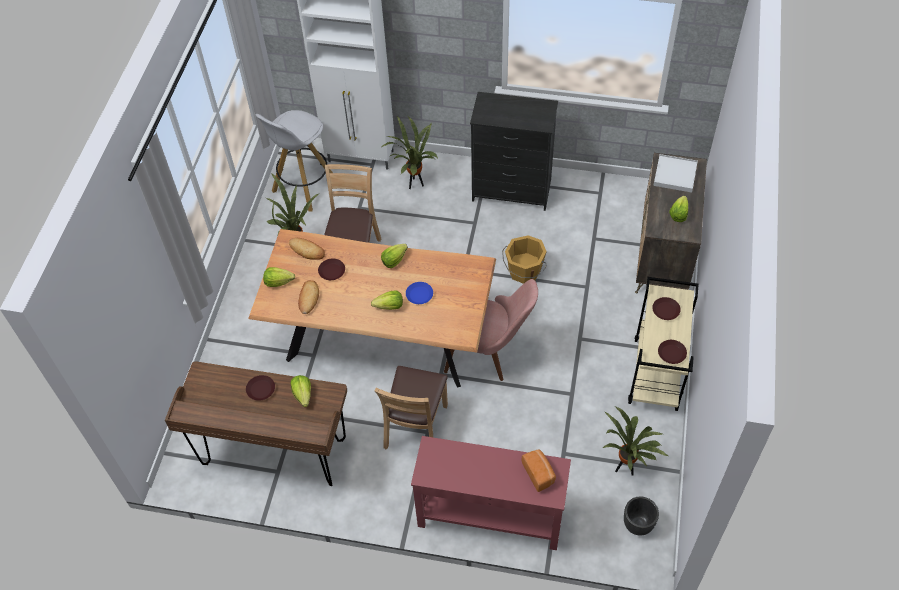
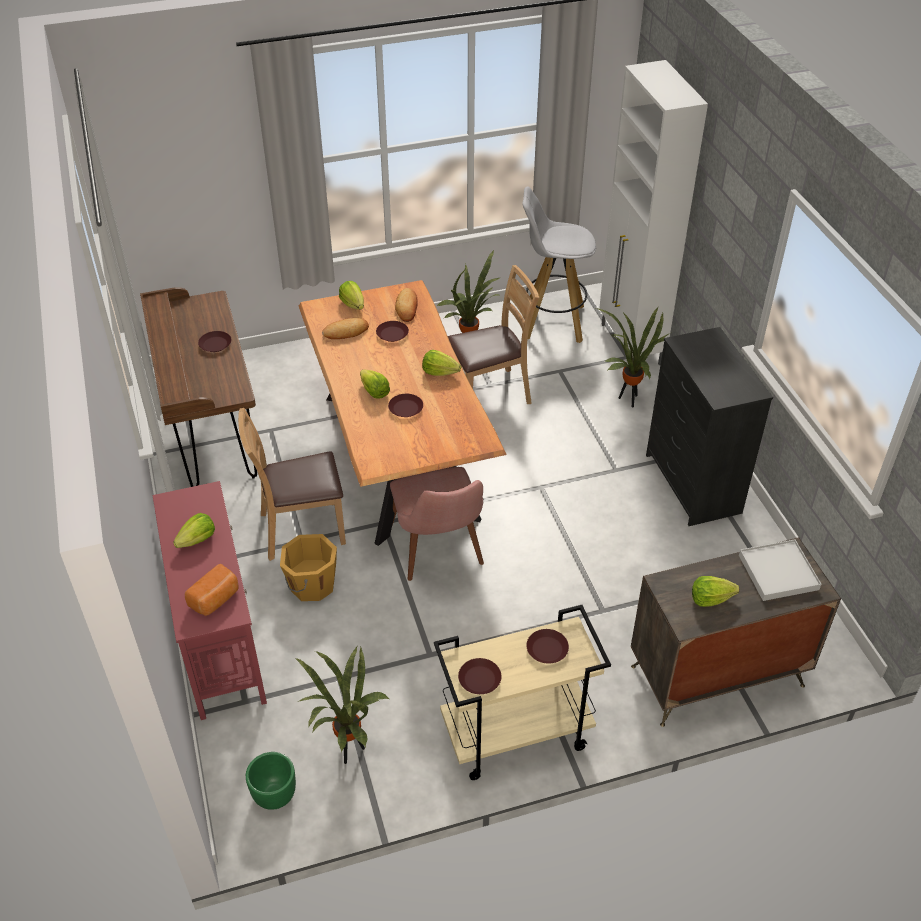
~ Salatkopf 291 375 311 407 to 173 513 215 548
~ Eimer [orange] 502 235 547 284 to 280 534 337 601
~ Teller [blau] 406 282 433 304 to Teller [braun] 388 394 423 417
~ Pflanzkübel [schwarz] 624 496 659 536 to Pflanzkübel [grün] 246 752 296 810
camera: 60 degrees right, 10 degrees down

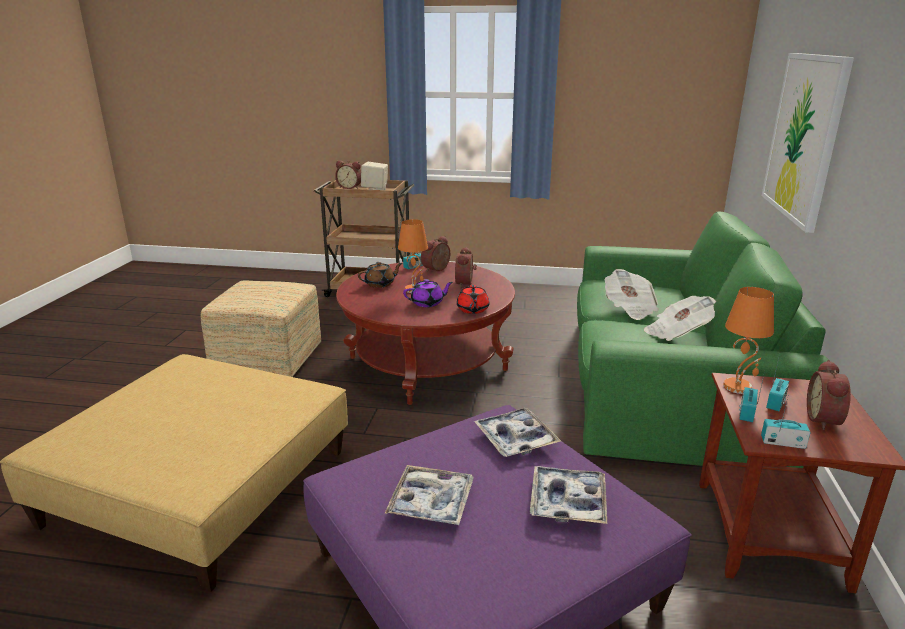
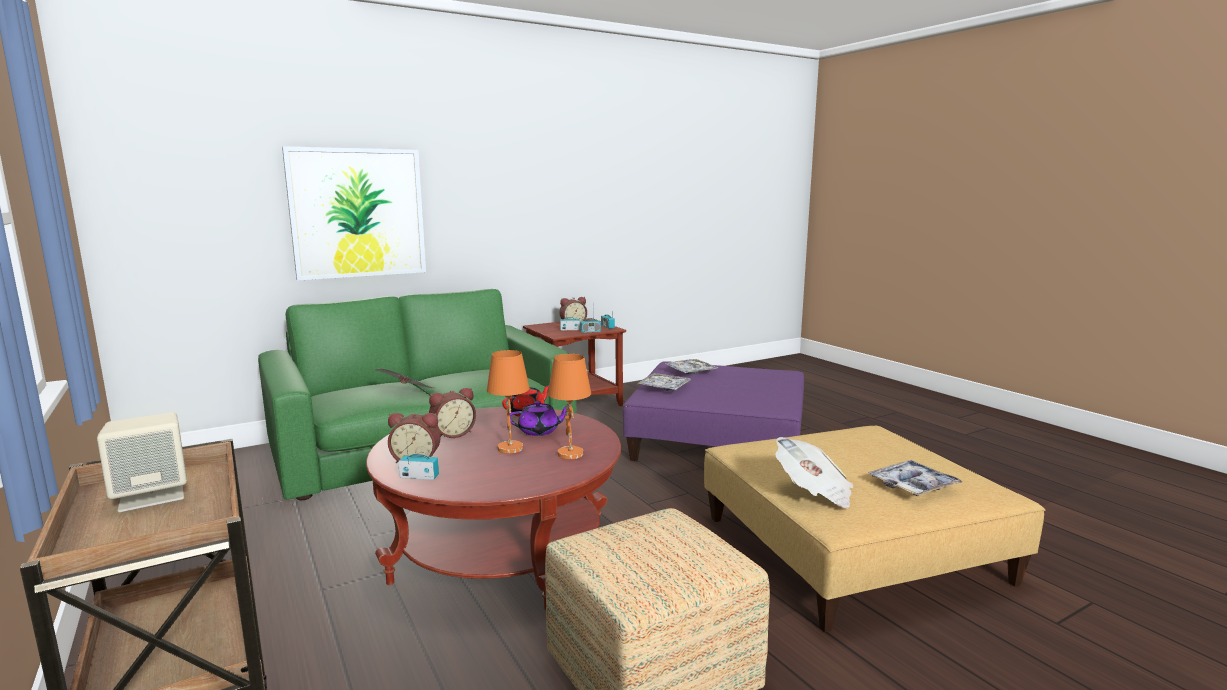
- Wecker 335 161 361 189
- Teekanne [braun] 358 262 403 288
~ Tablett 384 465 473 525 to 868 460 963 496
~ Zeitung 644 296 716 341 to 775 437 853 508
~ Tischlampe [orange] 723 287 774 394 to 548 354 591 459
~ Teekanne [lila] 403 279 453 307 = 510 401 570 436 135 degrees clockwise
camera: 130 degrees left, 10 degrees down

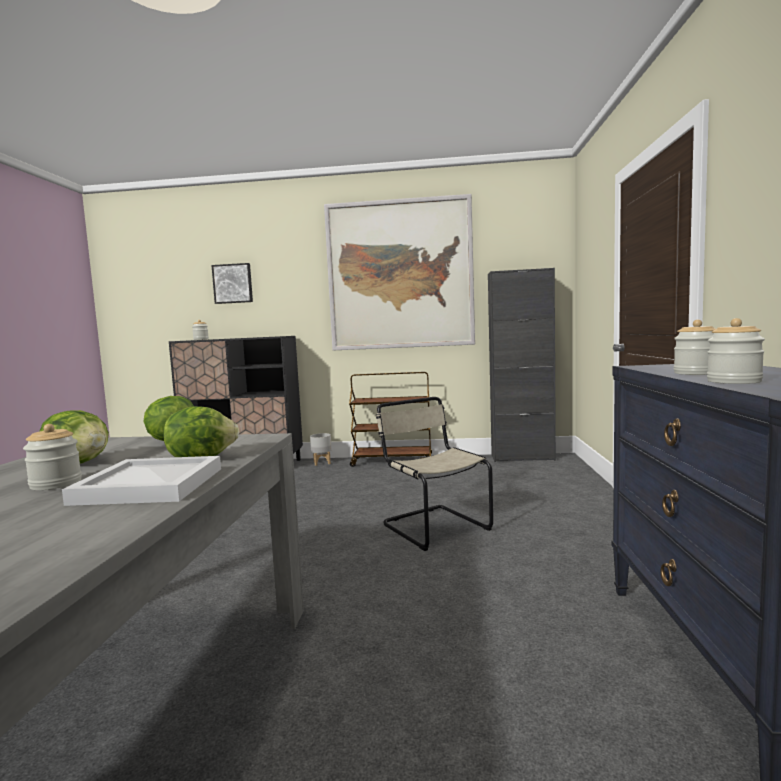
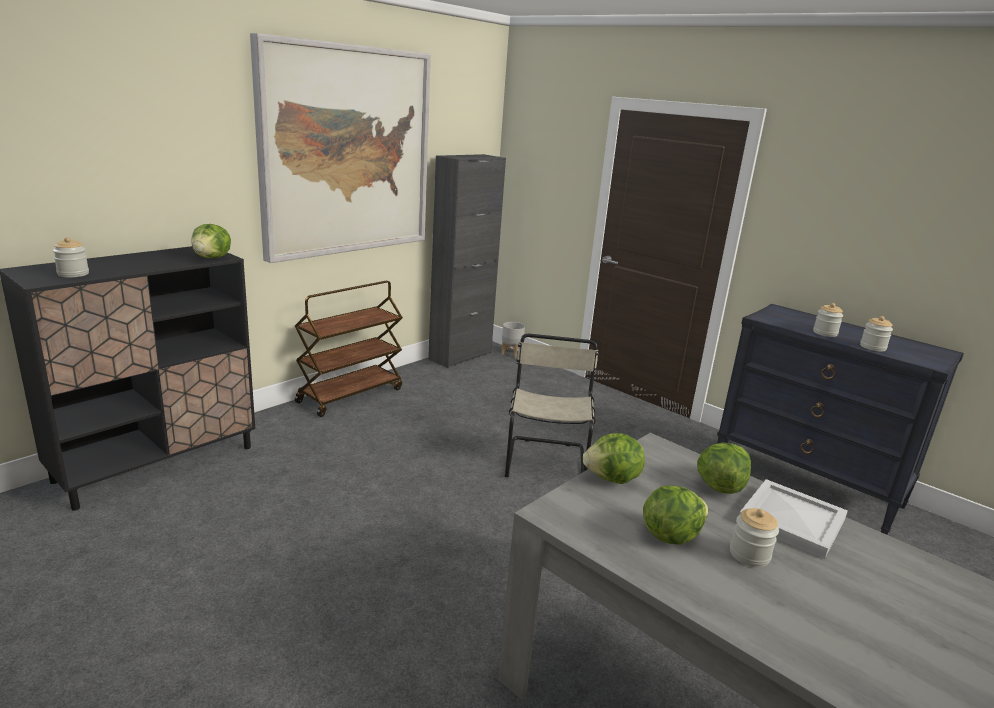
- Bild 211 263 253 304
+ Salatkopf 192 224 231 258
~ Pflanzkübel [grau] 310 433 332 466 to 501 322 525 358
~ Stuhl [beige] 376 397 493 551 = 505 334 599 477 90 degrees clockwise
camera: 55 degrees left, 15 degrees up

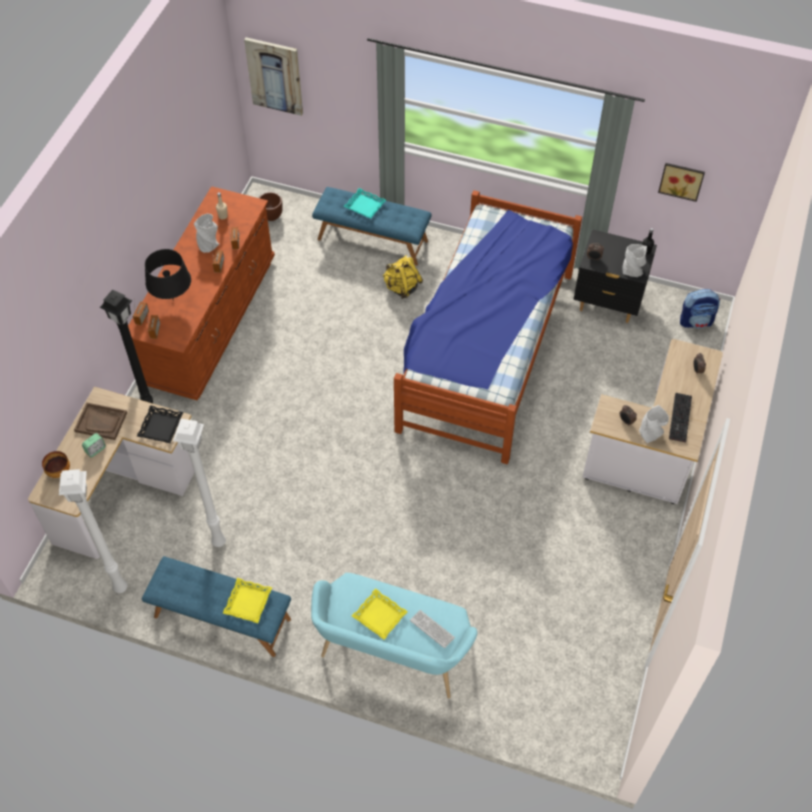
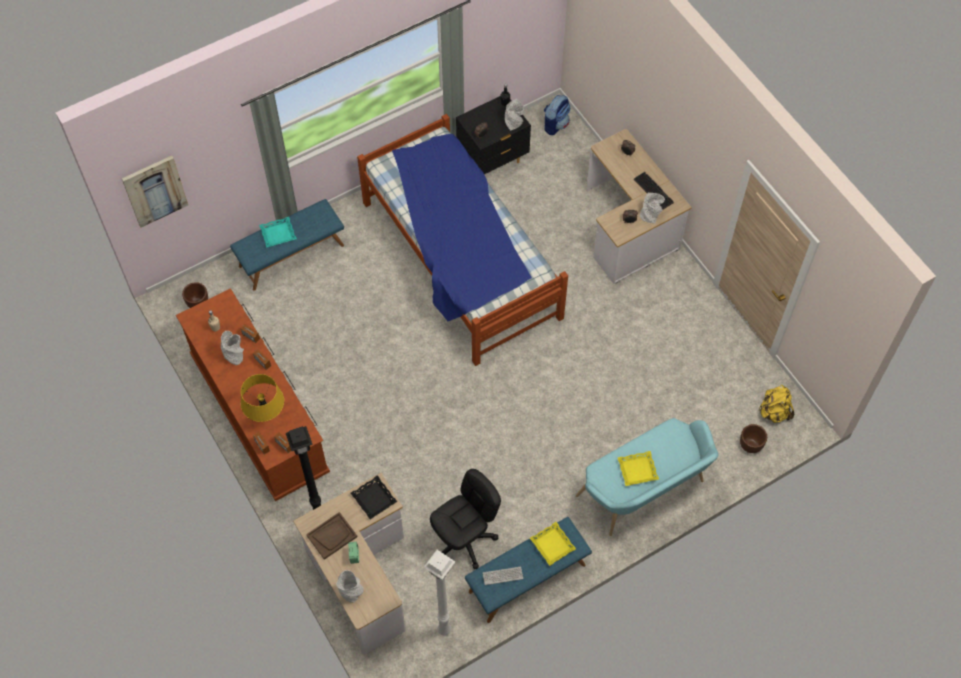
- Bild 658 163 705 202
+ Pflanzkübel [braun] 740 424 767 453
~ Rucksack [gelb] 382 255 423 299 to 759 385 794 423
~ Tastatur 410 610 455 648 to 483 567 523 585
~ Schüssel 42 451 70 478 to Vase [grau] 336 570 364 603
~ Stehlampe [weiß] 173 419 226 547 to Bürostuhl [schwarz] 430 469 501 569
~ Tischlampe [schwarz] 145 249 191 301 to Tischlampe [gelb] 241 374 284 422
camera: 50 degrees left, 5 degrees up

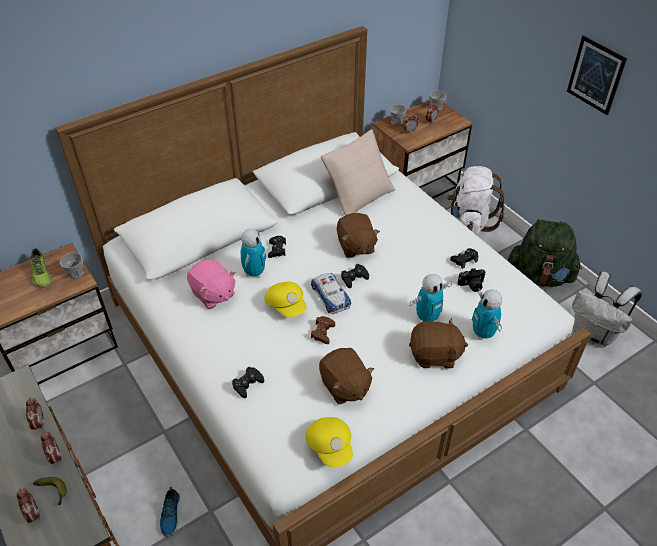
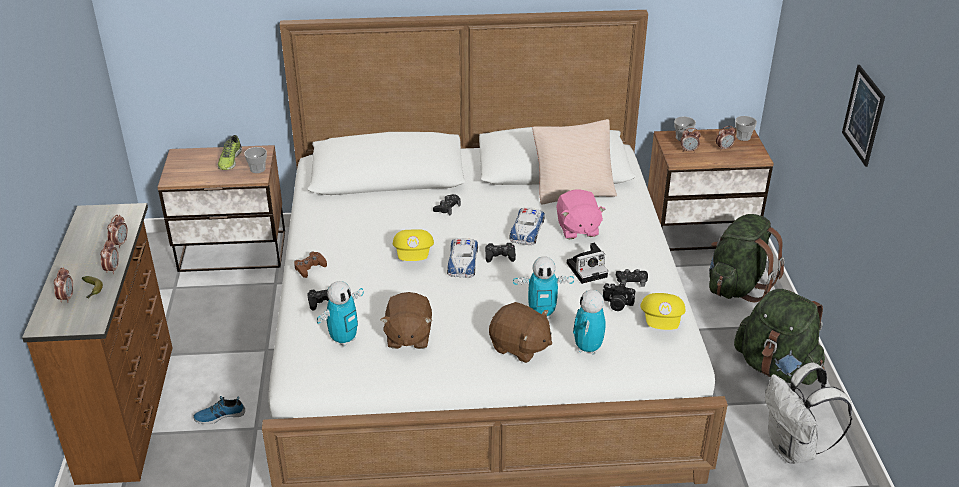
+ Kamera 567 243 608 284
~ Plüschtier [rosa] 187 259 236 309 to 556 189 606 239
~ Spielzeugroboter 241 229 266 278 to 317 281 364 347
~ Kappe [gelb] 306 417 353 467 to 640 293 686 330
~ Gamepad [braun] 311 316 335 344 to 294 251 327 278
~ Plüschtier [braun] 337 213 380 258 to Spielzeugauto 509 208 545 245
~ Rucksack [weiß] 447 166 505 235 to Rucksack [grün] 709 214 785 303
~ Schuh 160 487 180 537 = 194 396 245 424 45 degrees clockwise
camera: 30 degrees right, 10 degrees down

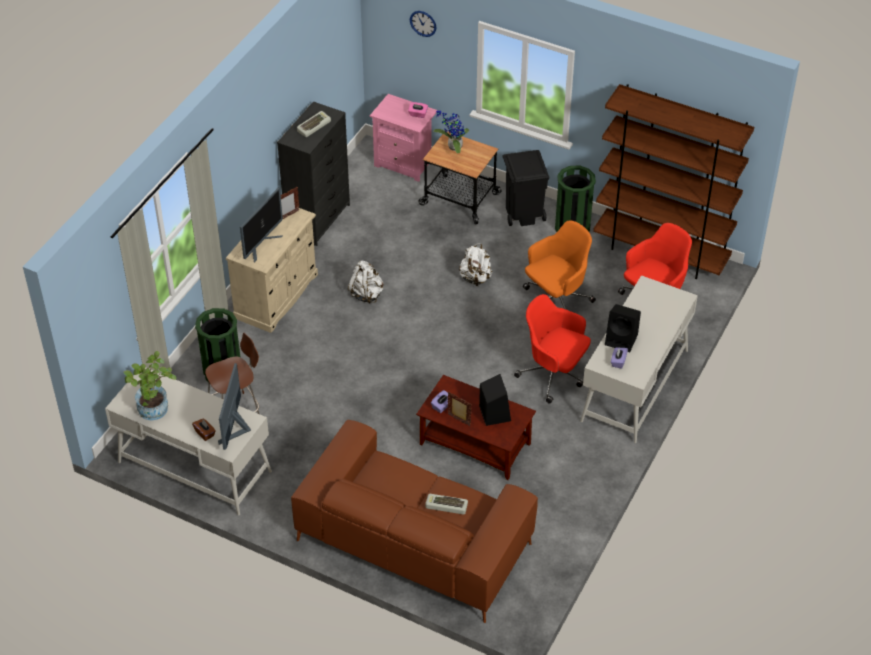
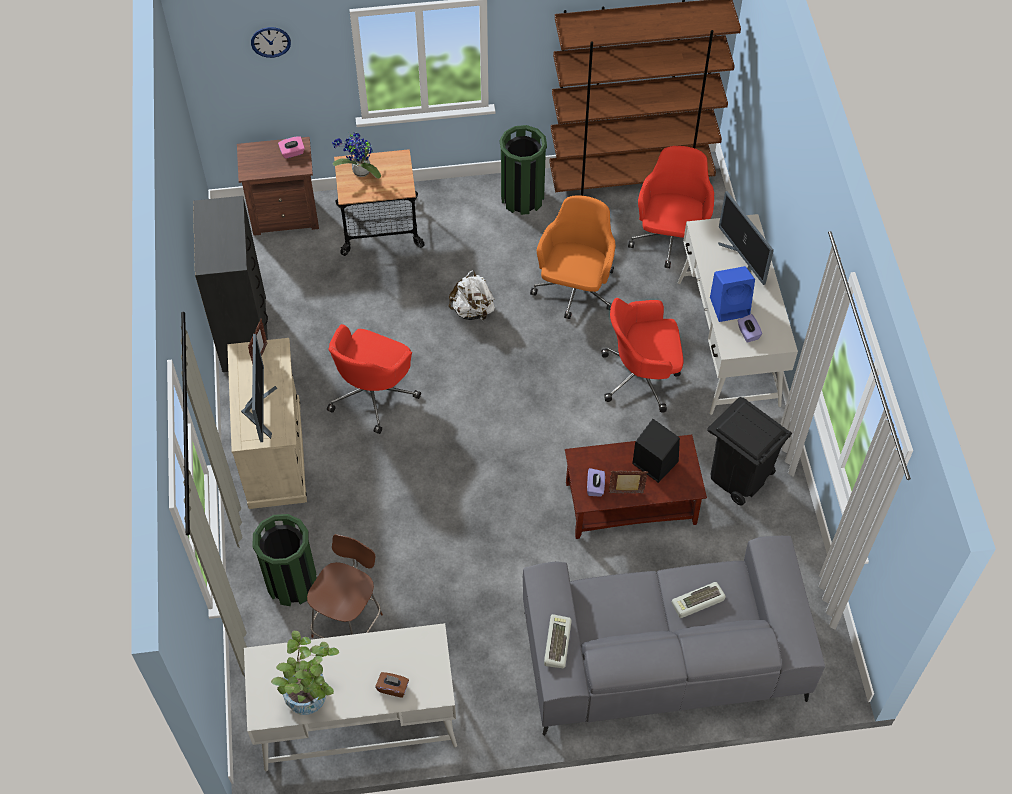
~ Monitor 218 363 251 450 to 718 191 774 285
~ Tastatur 297 111 331 137 to 544 614 572 668
~ Mülleimer [schwarz] 503 150 549 226 to 707 397 792 506
~ Rucksack [weiß] 348 261 383 304 to Bürostuhl [rot] 327 324 421 434
~ Sofa [braun] 291 420 538 623 to Sofa [grau] 523 536 825 736
~ Nachttisch [rosa] 370 94 437 182 to Nachttisch [braun] 237 137 319 236
~ Lautsprecher [schwarz] 605 304 641 352 to Lautsprecher [blau] 710 266 755 322
camera: 35 degrees left, 10 degrees up

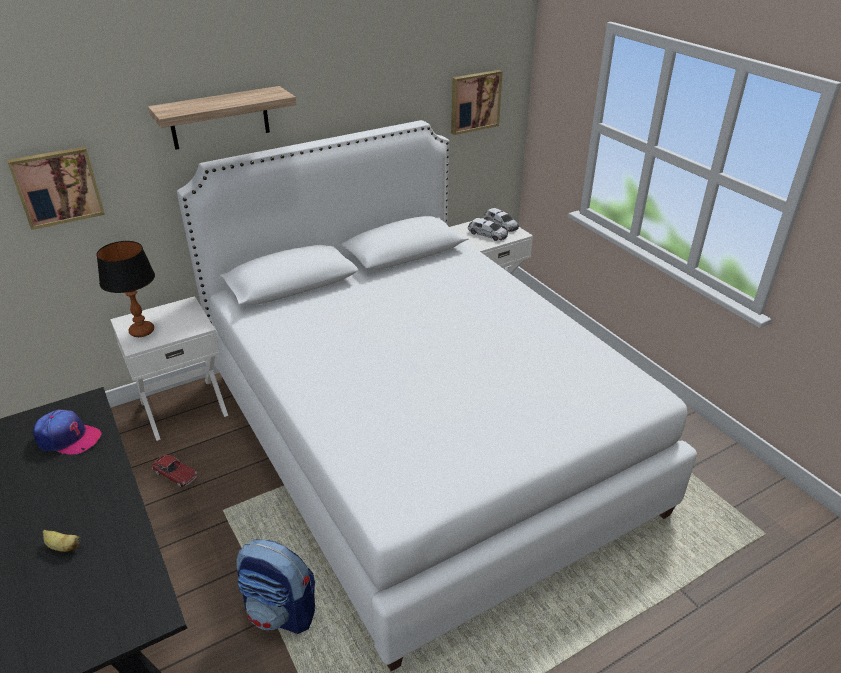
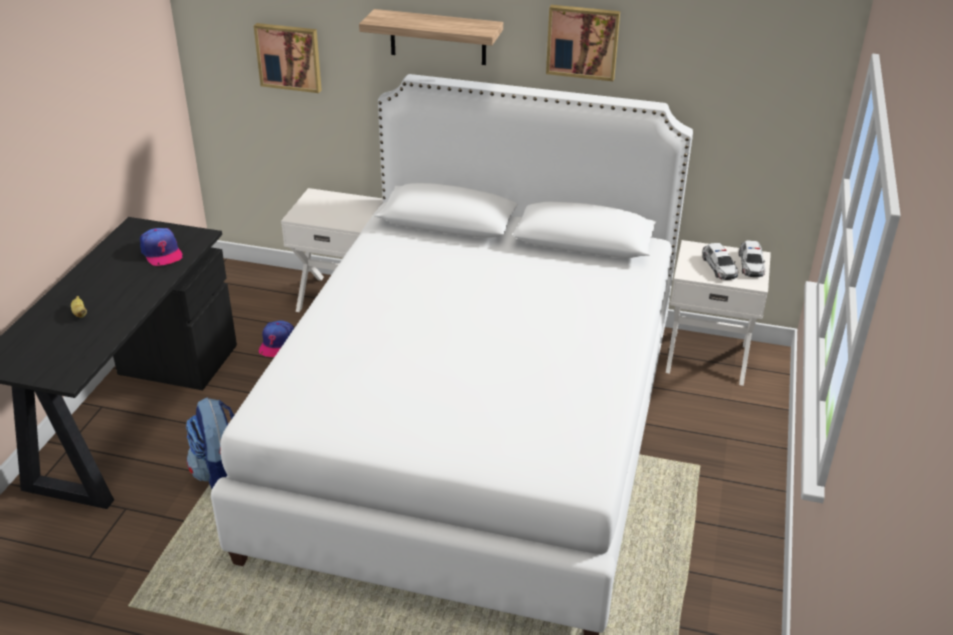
- Tischlampe 96 241 155 337
~ Bild 451 70 503 135 to 546 5 620 81
~ Spielzeugauto 152 455 197 488 to Kappe 259 320 294 357
camera: 45 degrees right, 0 degrees up

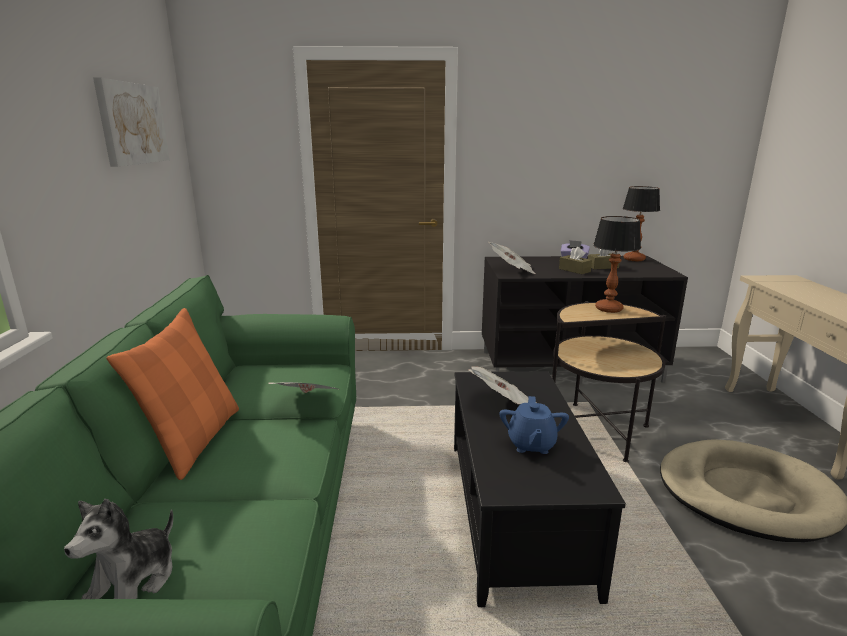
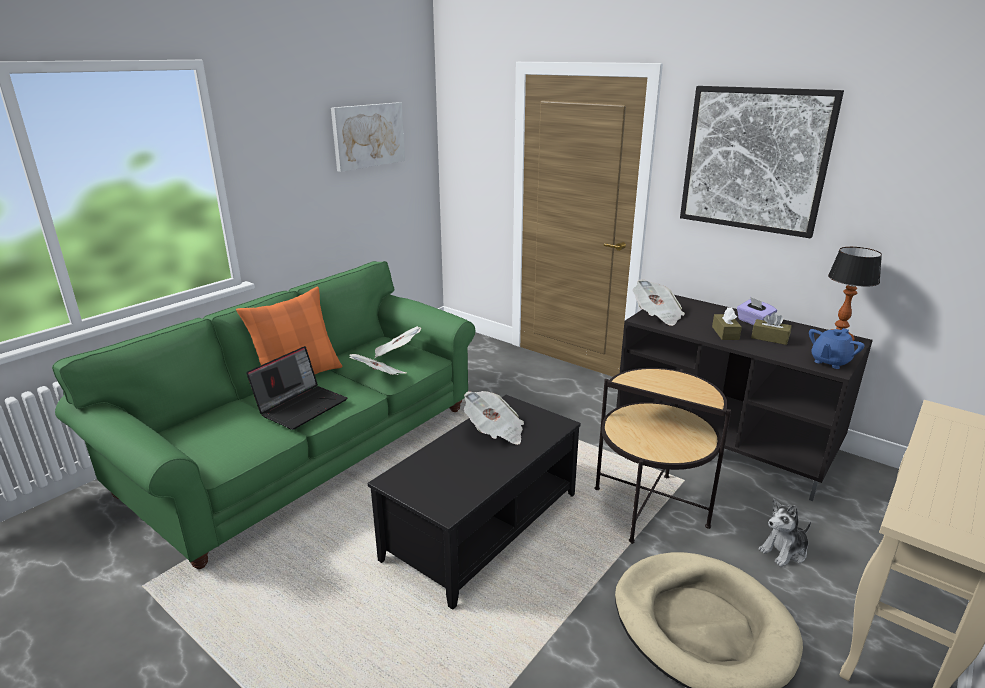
- Tischlampe 593 216 641 313
+ Laptop 246 346 347 430
+ Zeitung 375 326 421 358
+ Bild 680 86 844 238
~ Plüschtier 64 499 173 599 to 759 499 811 567
~ Teekanne [blau] 499 396 569 454 to 809 328 864 369
camera: 40 degrees right, 5 degrees up

